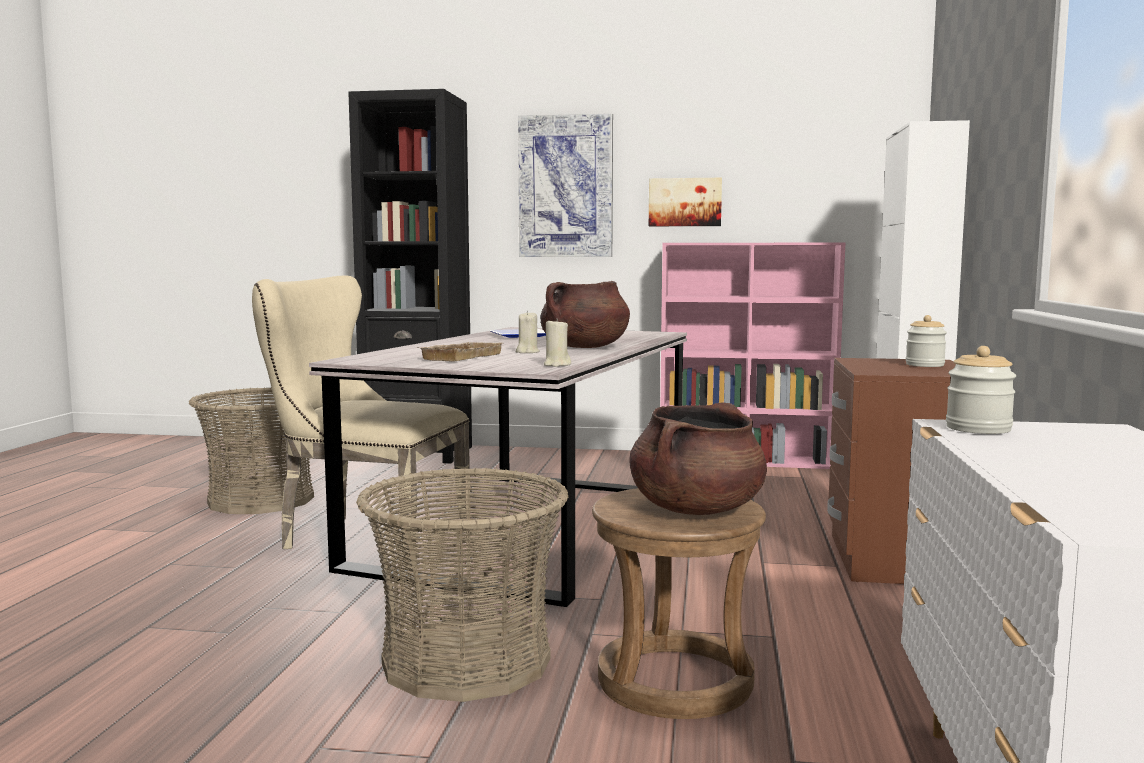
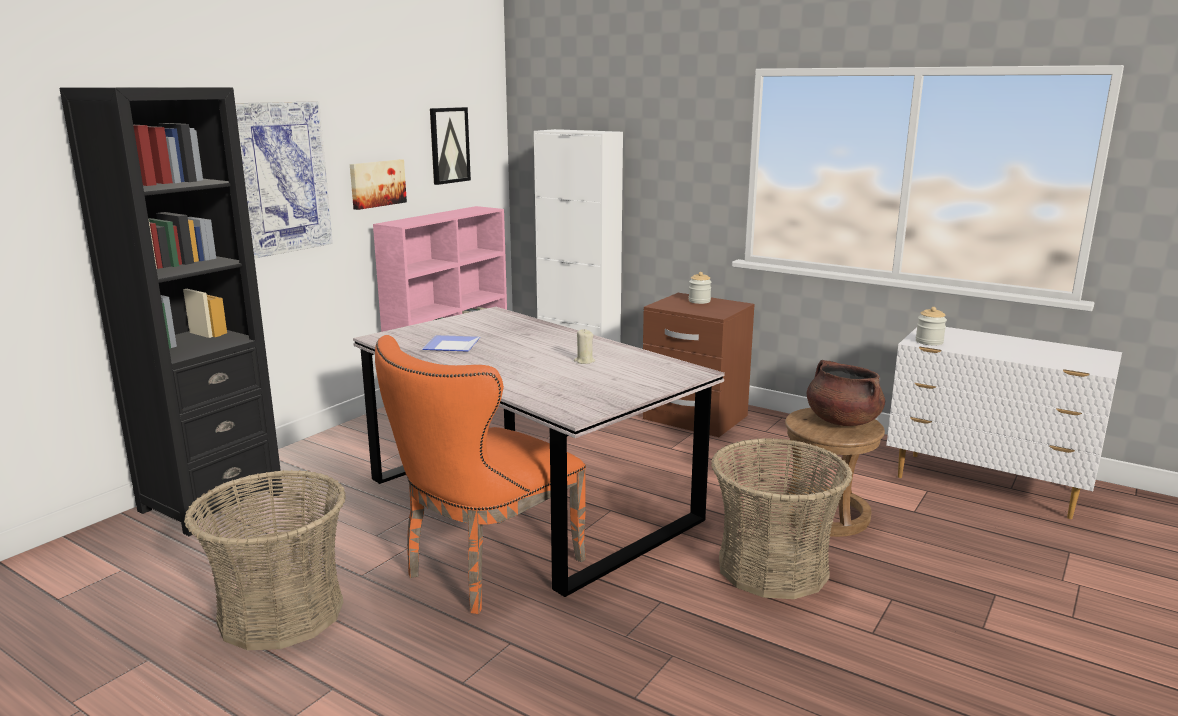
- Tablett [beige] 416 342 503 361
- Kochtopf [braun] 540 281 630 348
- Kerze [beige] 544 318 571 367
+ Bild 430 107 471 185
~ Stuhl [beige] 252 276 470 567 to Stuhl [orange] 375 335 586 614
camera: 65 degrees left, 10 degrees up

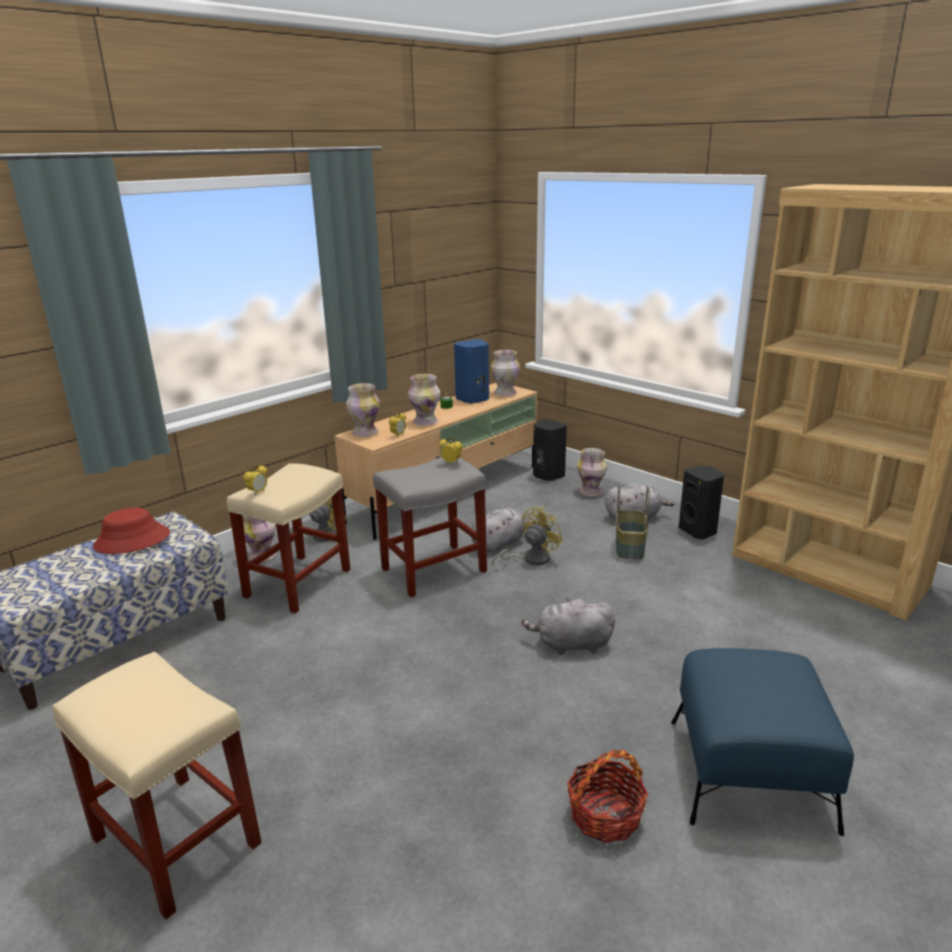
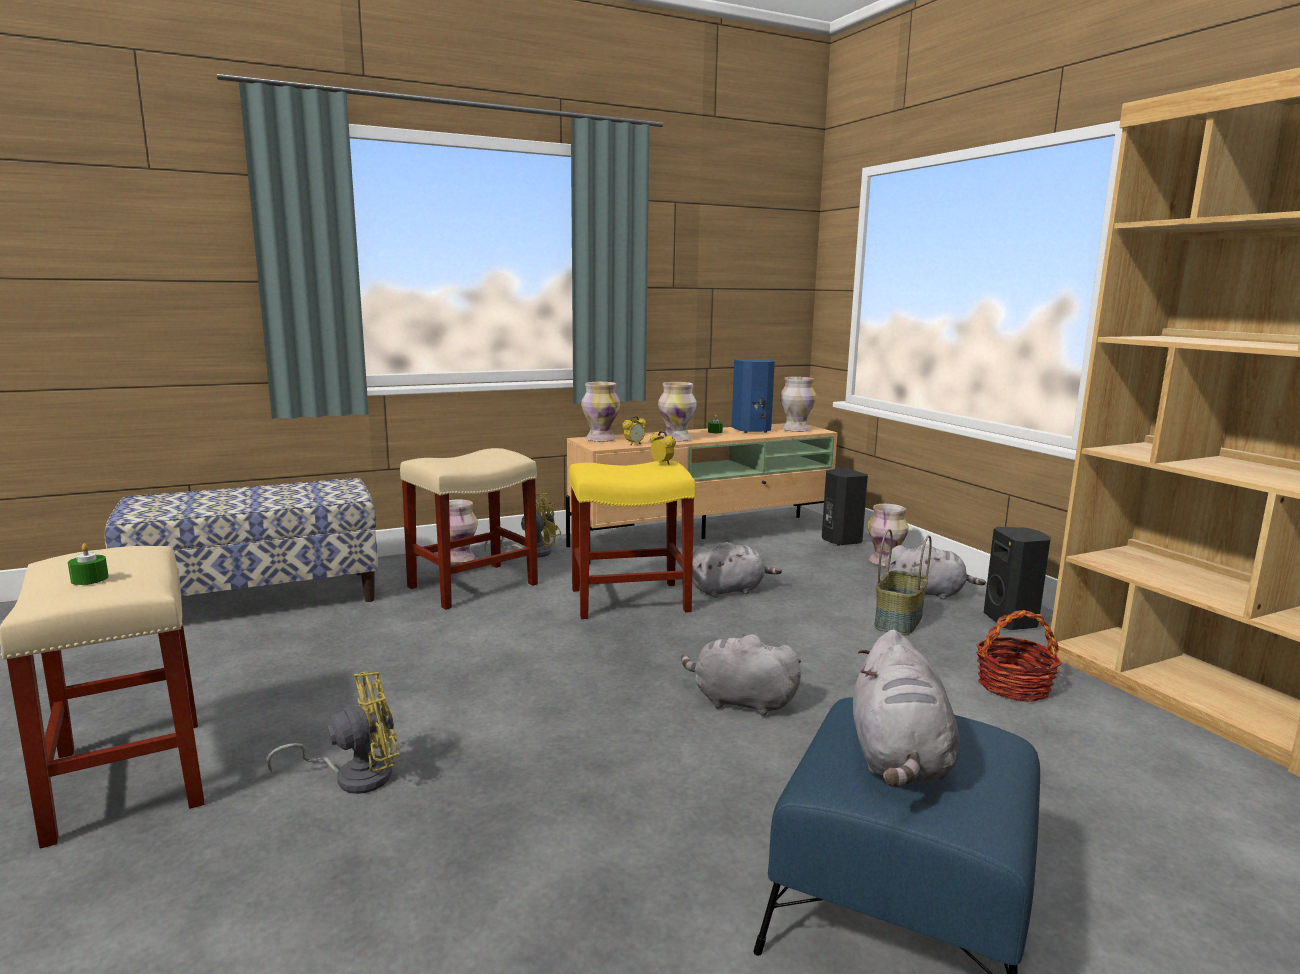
- Hut [rot] 93 507 170 554
- Wecker 243 465 267 496
+ Kerze [grün] 68 543 109 585
+ Plüschtier [grau] 853 629 960 787
~ Ventilator [gelb] 491 506 564 567 to 267 671 400 794
~ Korb 567 749 648 843 to 976 610 1062 702
~ Hocker [grau] 373 457 487 597 to Hocker [gelb] 569 461 696 619
camera: 20 degrees right, 10 degrees down

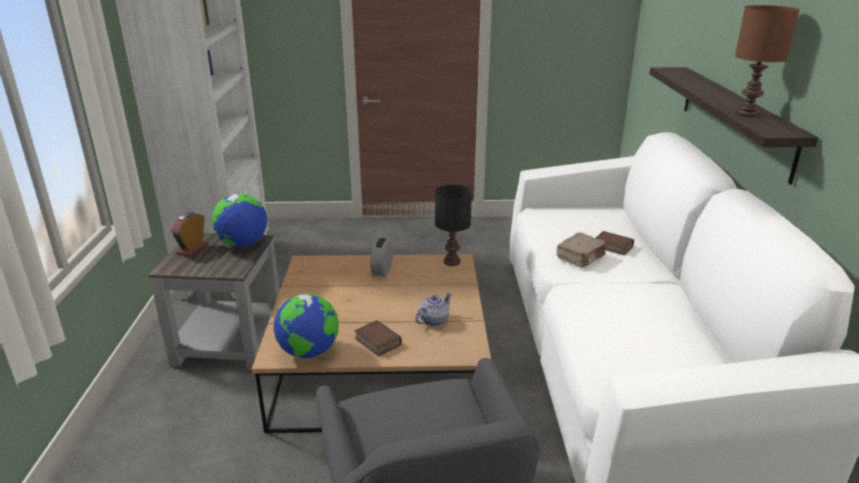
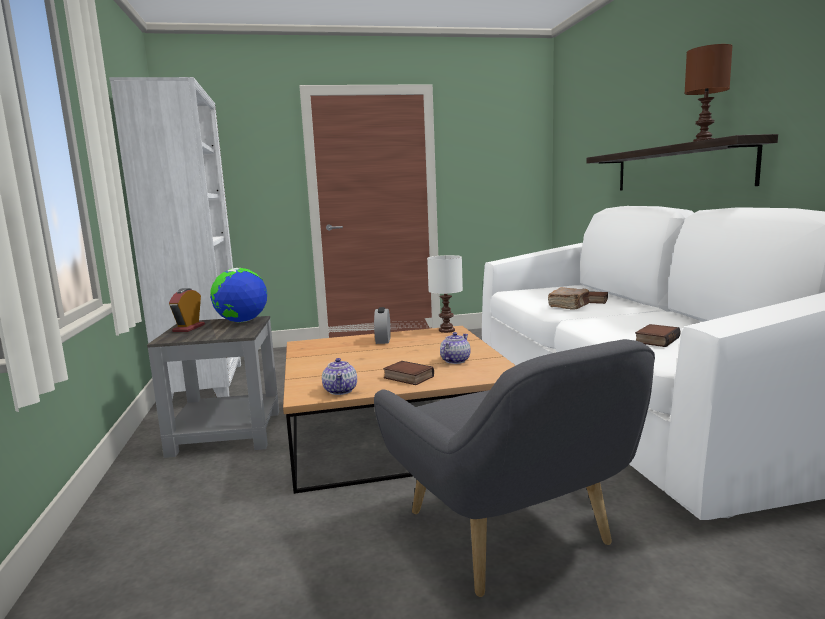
+ Buch 635 324 681 347
~ Globus 273 294 339 358 to Teekanne 322 358 357 395
~ Tischlampe [schwarz] 435 185 472 266 to Tischlampe [weiß] 427 255 463 333
camera: 10 degrees left, 15 degrees down

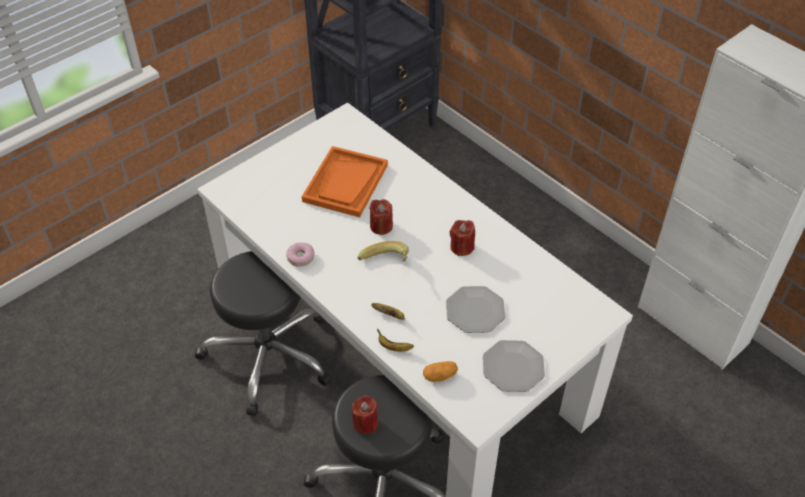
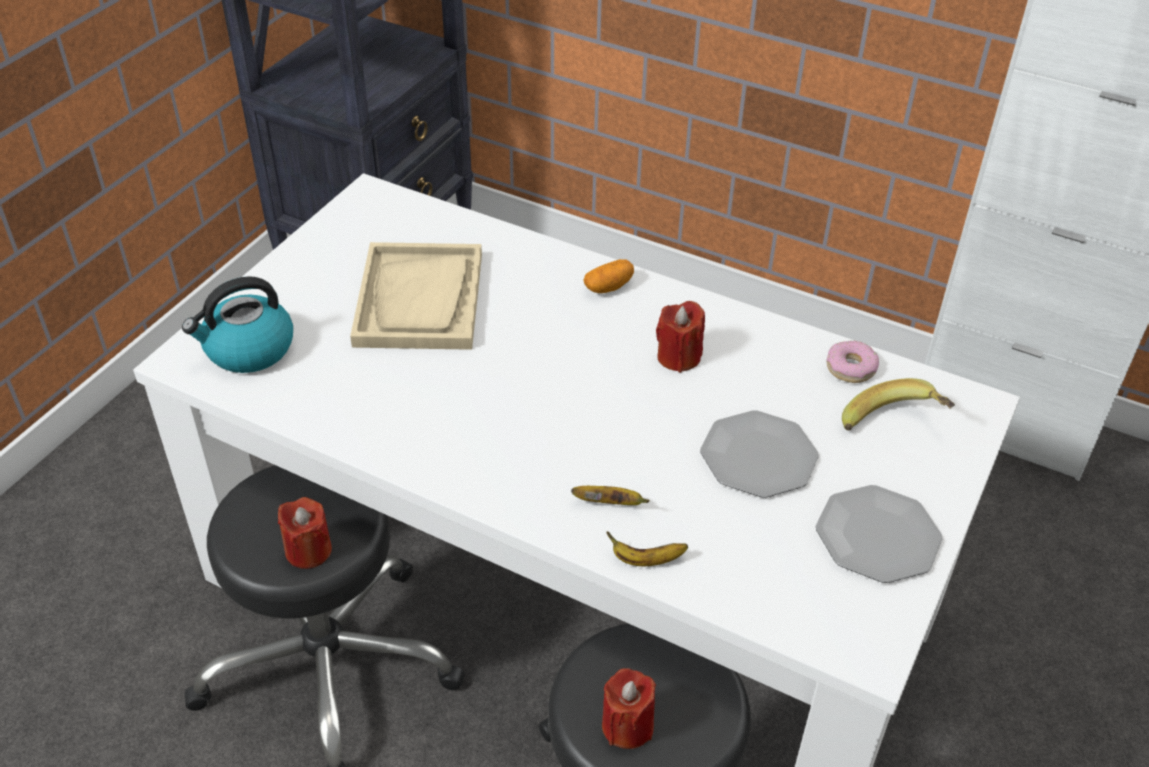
+ Wasserkessel 182 276 293 373
~ Donut 286 243 314 267 to 827 340 879 383
~ Banane 358 241 409 262 to 842 378 955 430
~ Kerze [rot] 369 199 393 235 to 278 497 332 569
~ Kartoffel 423 361 458 382 to 583 259 634 293
~ Tablett [orange] 302 146 388 217 to Tablett [beige] 350 242 482 350
camera: 20 degrees left, 5 degrees down

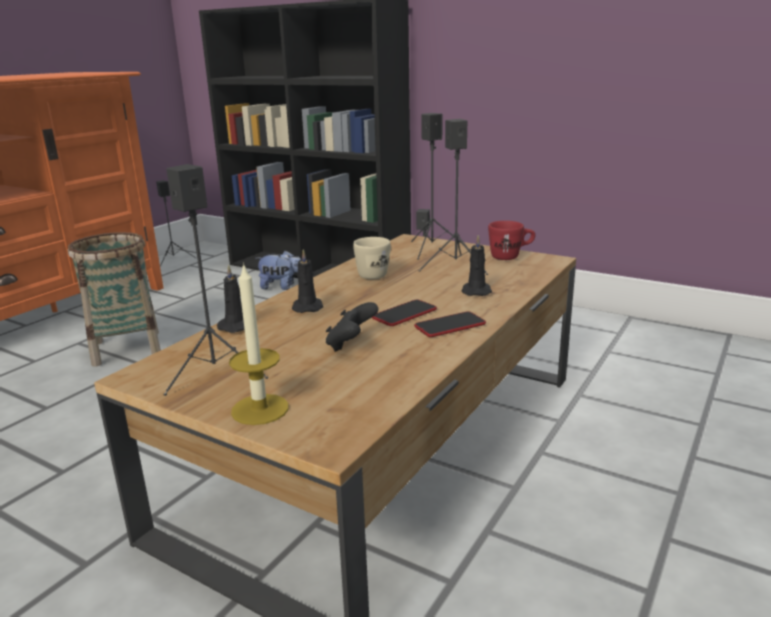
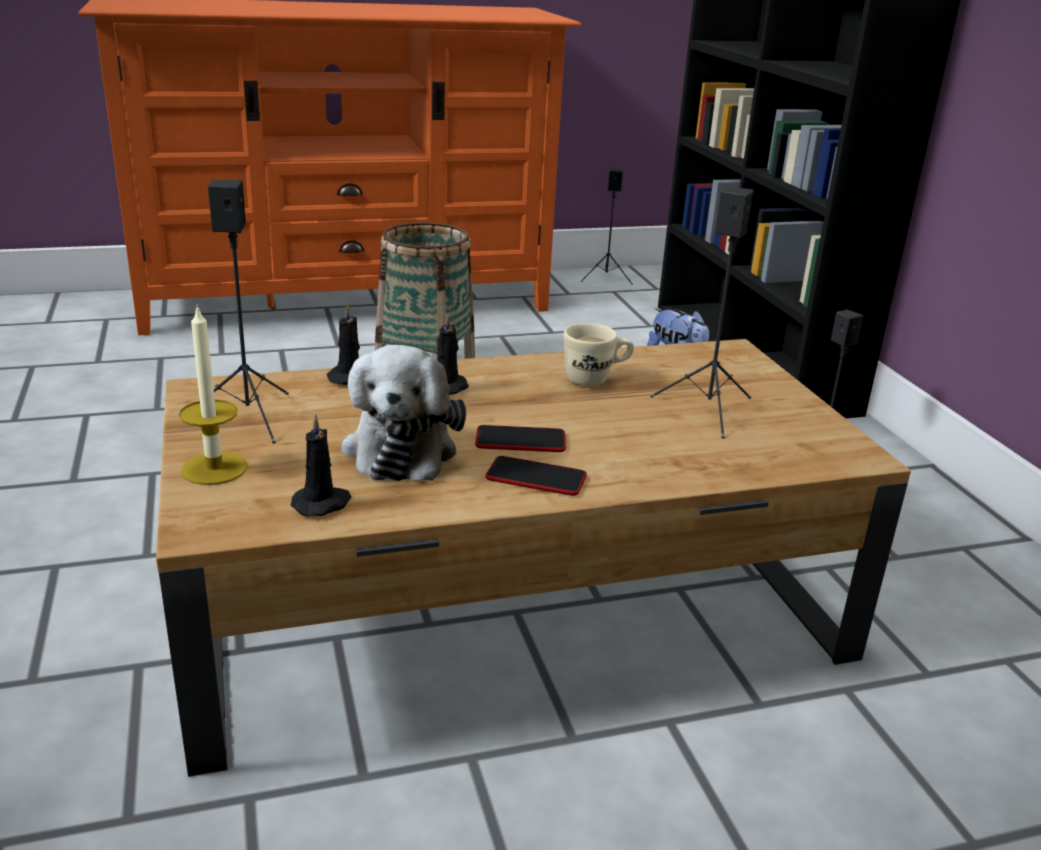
- Lautsprecher [schwarz] 411 113 463 260
- Henkelbecher [rot] 488 221 535 260
~ Kerze [schwarz] 462 235 492 296 to 291 414 351 517
~ Gamepad [schwarz] 326 302 378 352 to Plüschtier 342 345 466 481
camera: 40 degrees right, 5 degrees up

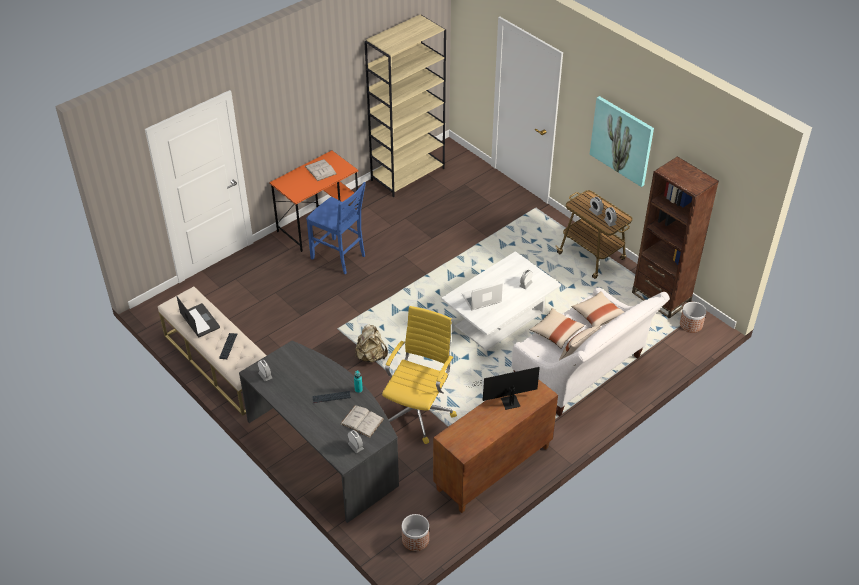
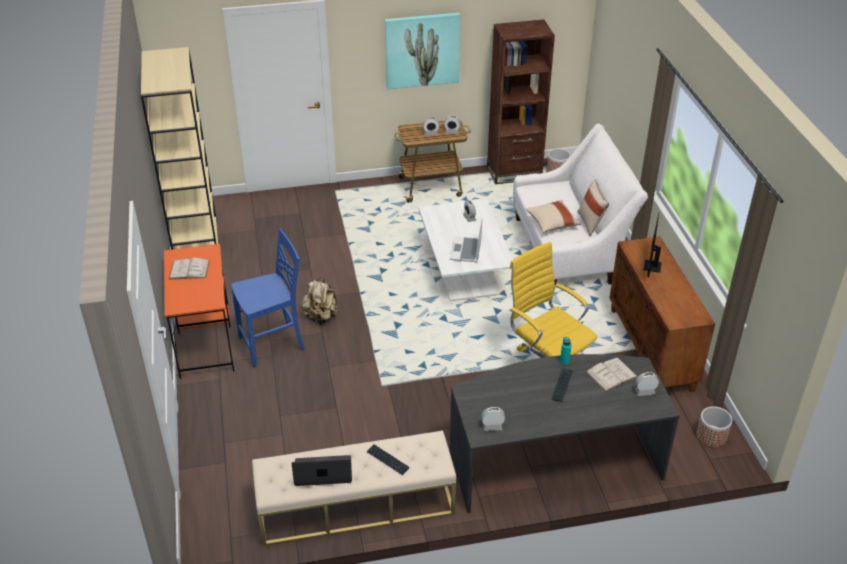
- Kissen [beige] 571 291 624 327
~ Rucksack [beige] 355 324 388 362 to 302 277 338 325
camera: 60 degrees left, 5 degrees down

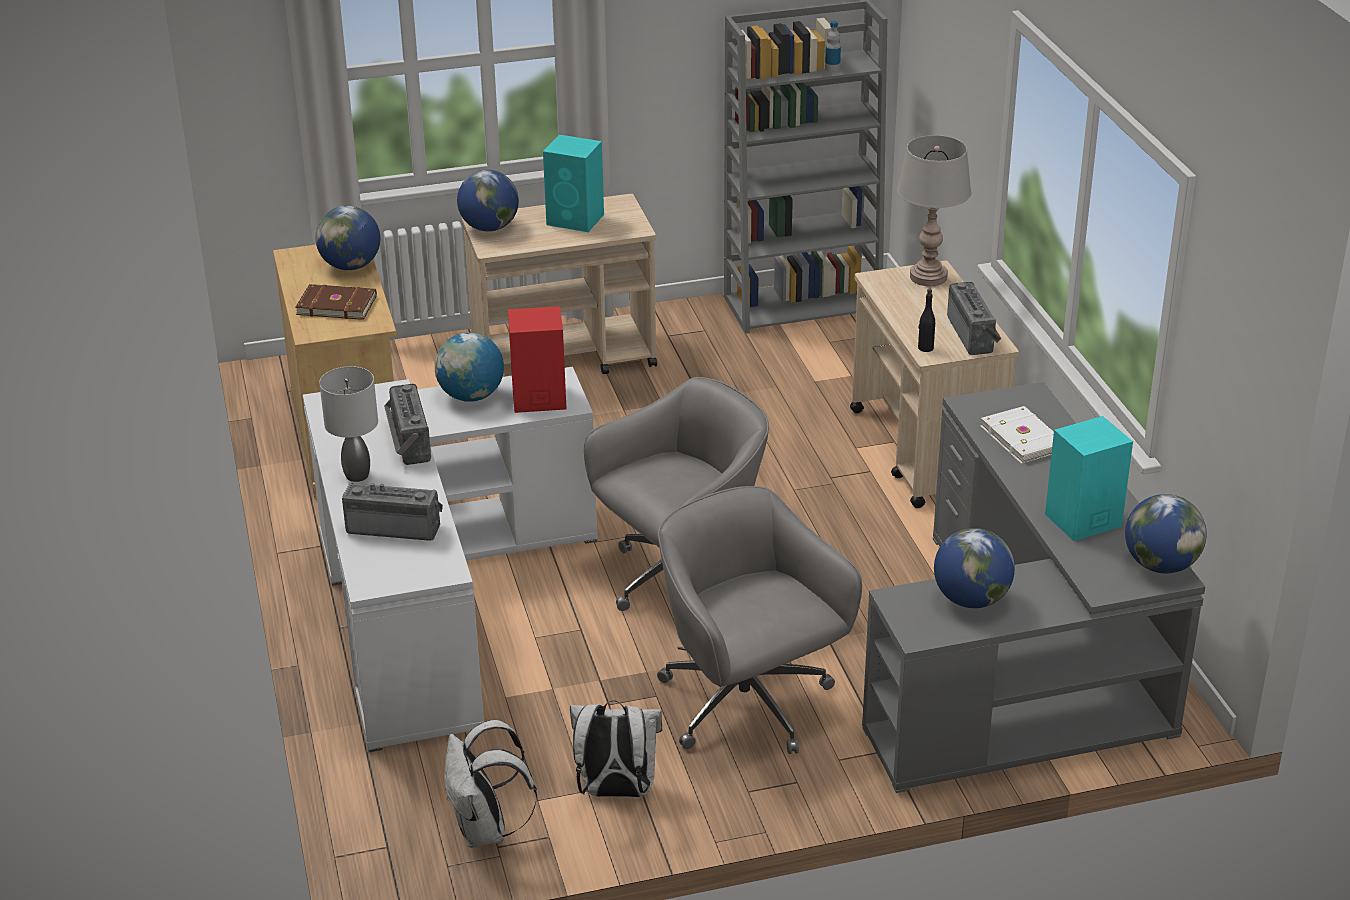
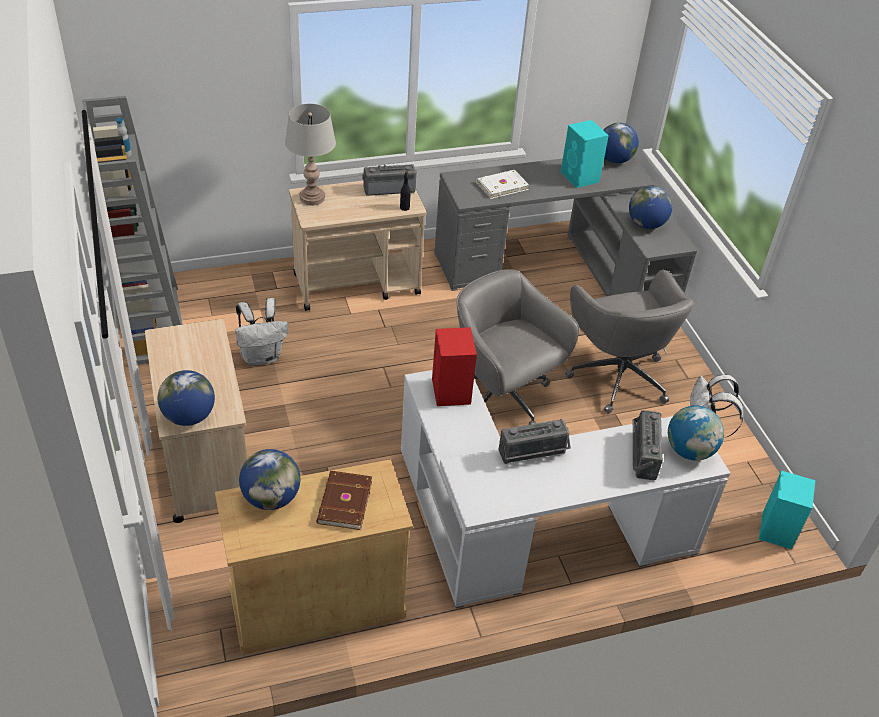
- Tischlampe [grau] 319 366 378 482
~ Globus 435 332 504 401 to 668 406 724 460
~ Rucksack [weiß] 444 720 537 848 to 235 298 288 366
~ Lautsprecher [türkis] 543 135 604 232 to 759 470 815 549
~ Bürostuhl [grau] 657 486 862 754 = 565 270 695 414 75 degrees counterclockwise
camera: 95 degrees left, 10 degrees up

